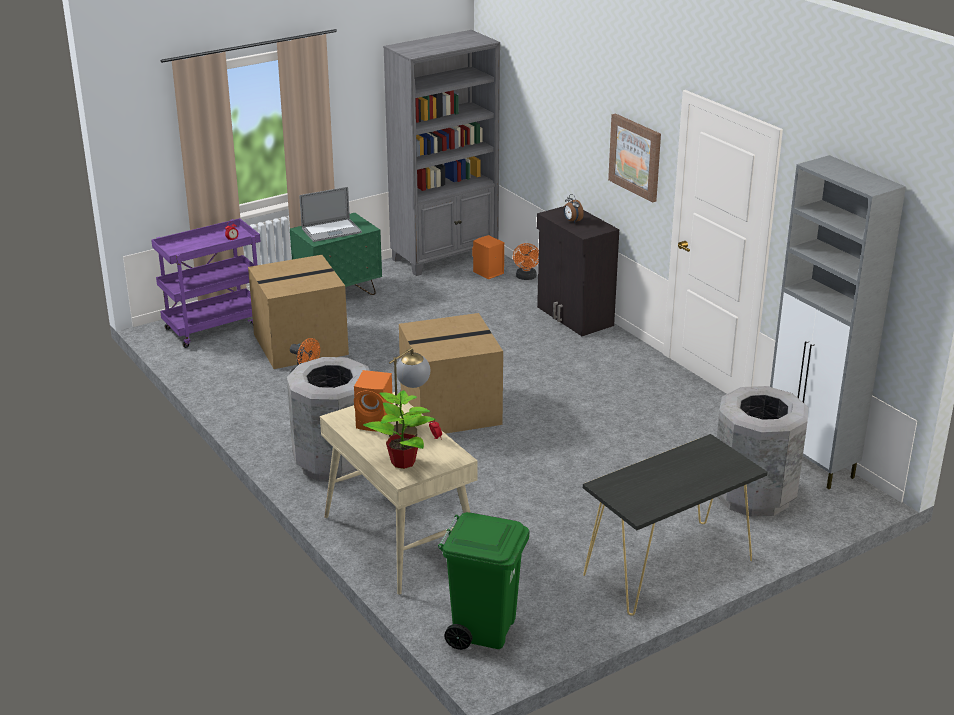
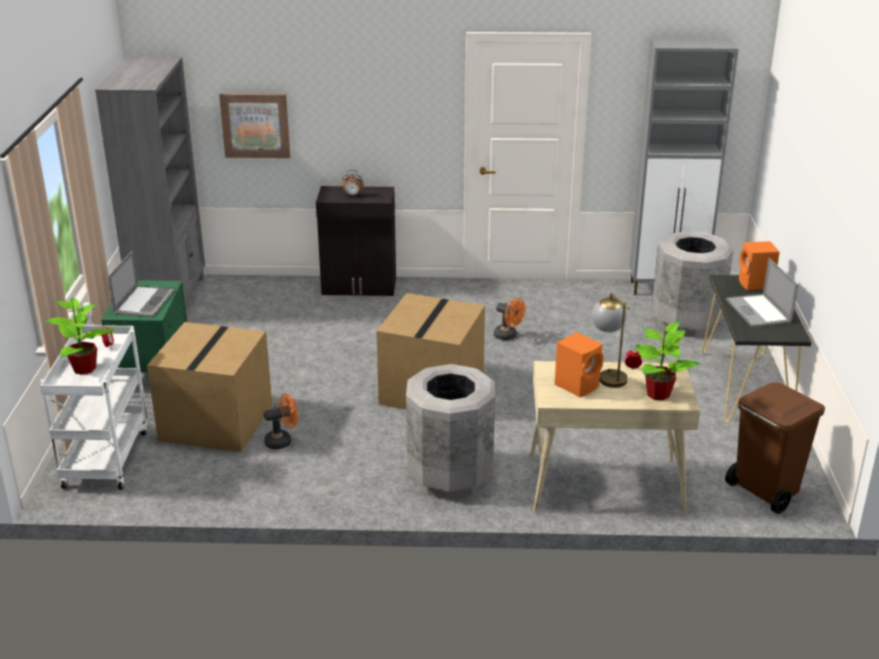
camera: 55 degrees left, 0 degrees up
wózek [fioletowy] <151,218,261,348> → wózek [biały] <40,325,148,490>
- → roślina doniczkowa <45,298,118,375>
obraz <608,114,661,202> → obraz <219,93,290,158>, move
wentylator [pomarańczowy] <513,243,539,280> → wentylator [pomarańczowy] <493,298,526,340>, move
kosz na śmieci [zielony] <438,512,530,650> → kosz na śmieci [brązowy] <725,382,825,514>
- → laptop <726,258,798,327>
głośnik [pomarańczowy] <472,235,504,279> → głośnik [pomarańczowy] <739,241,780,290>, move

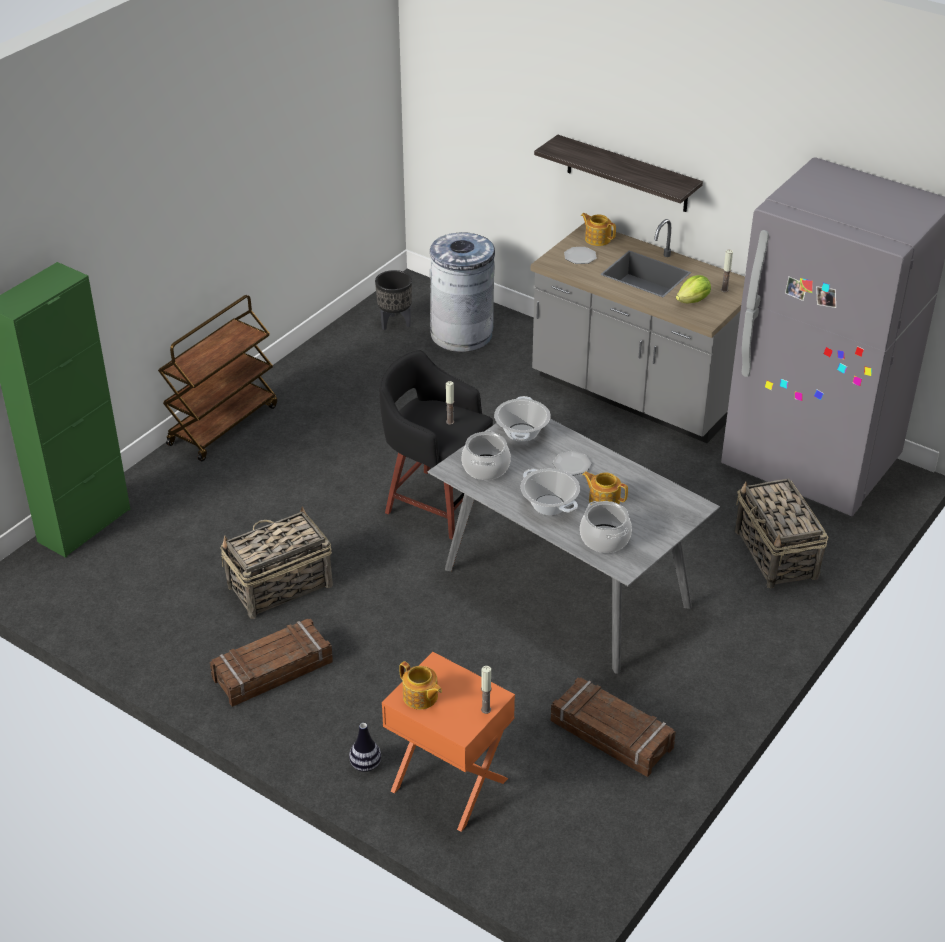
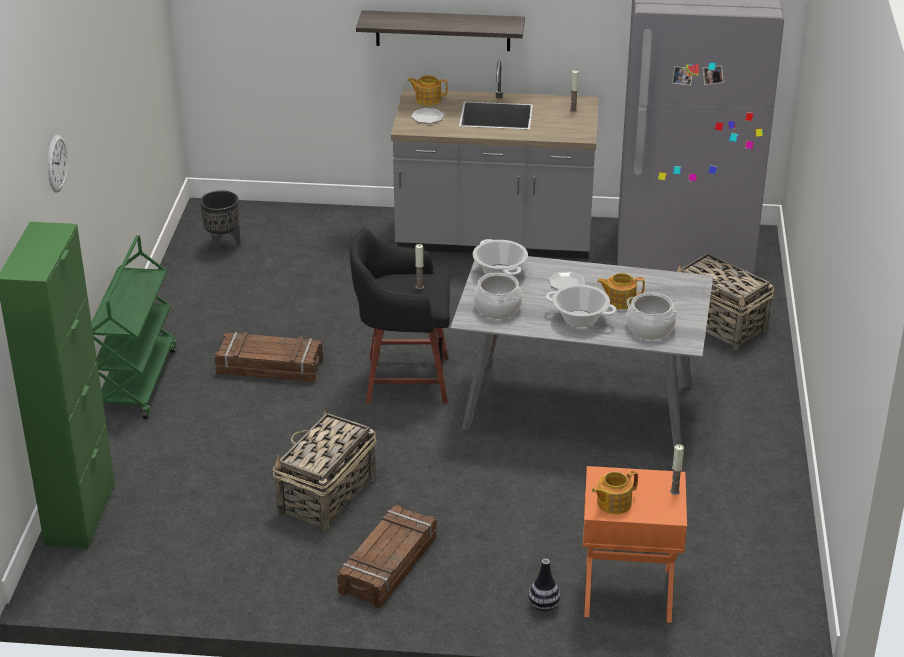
camera: 30 degrees left, 5 degrees down
- → zegar ścienny <48,134,68,193>
wózek [brązowy] <158,295,277,461> → wózek [zielony] <91,235,176,419>
skrzynka <551,678,676,777> → skrzynka <215,332,323,382>, move
imbryk <399,661,442,710> → imbryk <592,470,638,514>, 135 degrees clockwise
kosz na śmieci [szary] <430,232,495,352> → -
sałata <676,275,711,304> → -

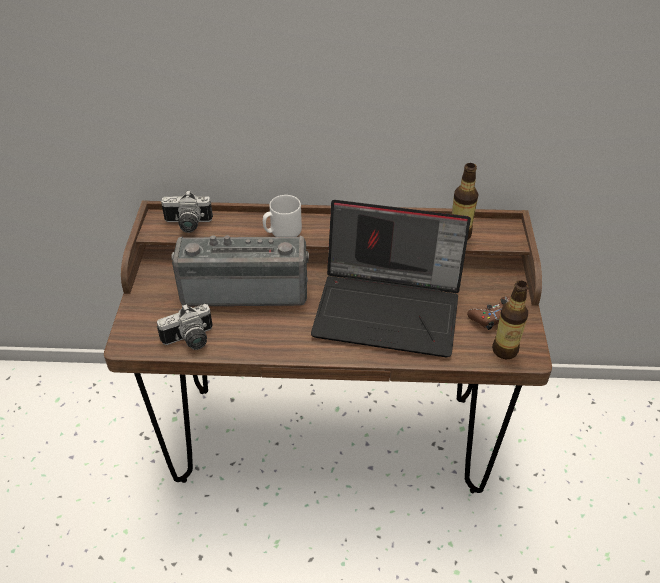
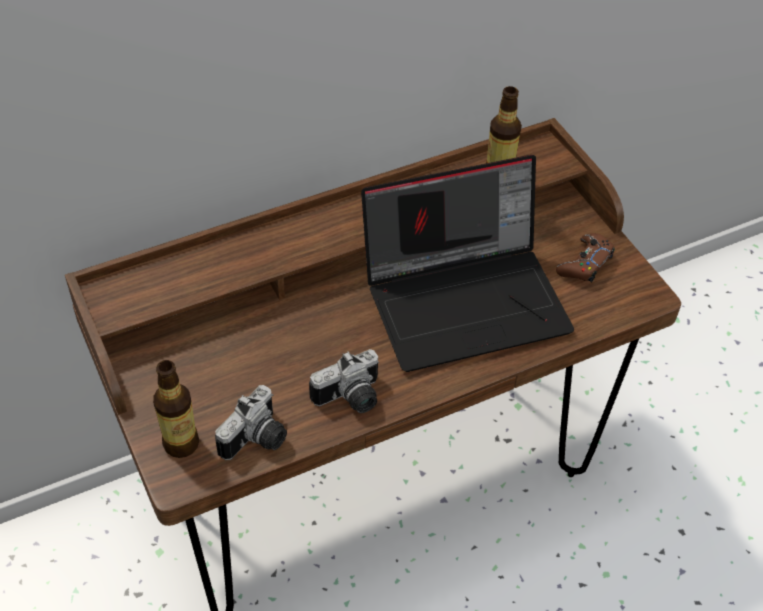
camera: 30 degrees left, 5 degrees up
butelka <492,280,528,359> → butelka <153,360,199,458>, move
aparat fotograficzny <161,190,213,233> → aparat fotograficzny <309,349,379,413>, move
radio <171,235,309,307> → -
kubek [biały] <263,195,302,237> → -

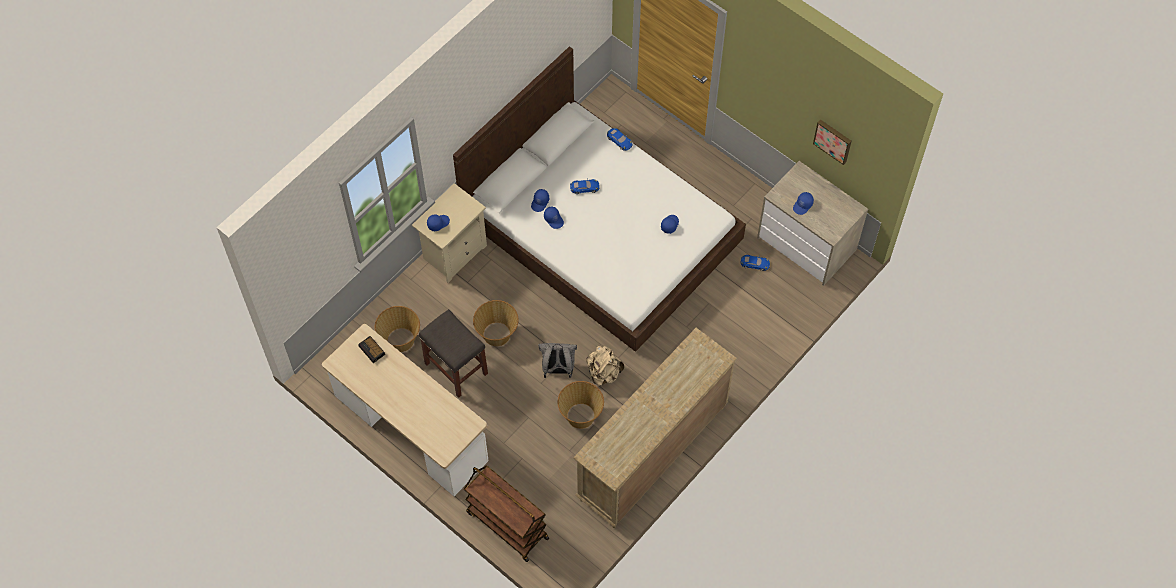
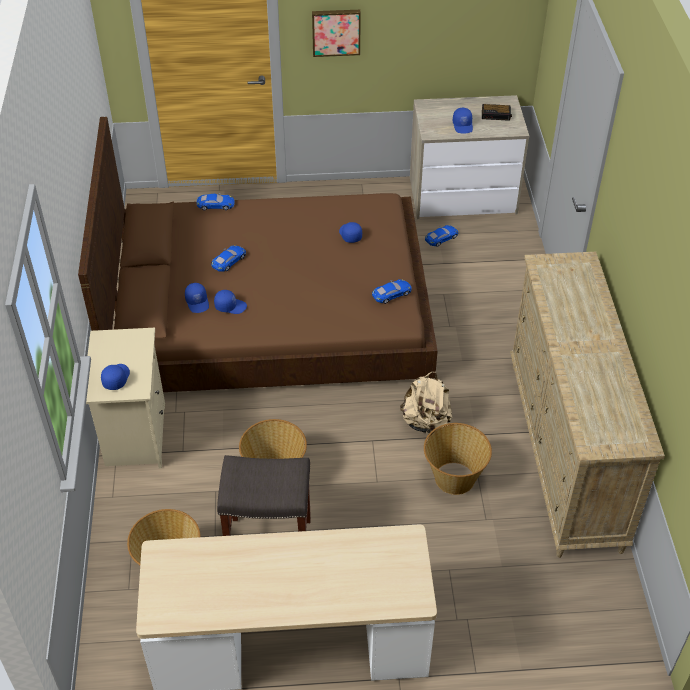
camera: 45 degrees left, 15 degrees down
łóżko [biały] <453,46,746,352> → łóżko [brązowy] <78,117,438,392>
obraz <813,119,851,165> → obraz <312,10,361,57>, move
- → samochodzik [niebieski] <372,279,412,304>
budzik <358,336,385,363> → budzik <482,104,512,121>, move
wózek [brązowy] <464,465,549,562> → -
plecak [szary] <539,343,577,378> → -

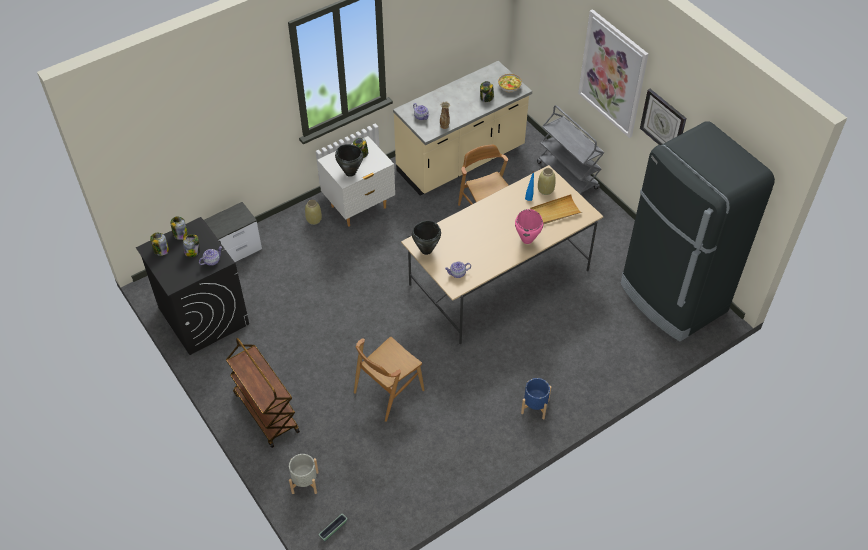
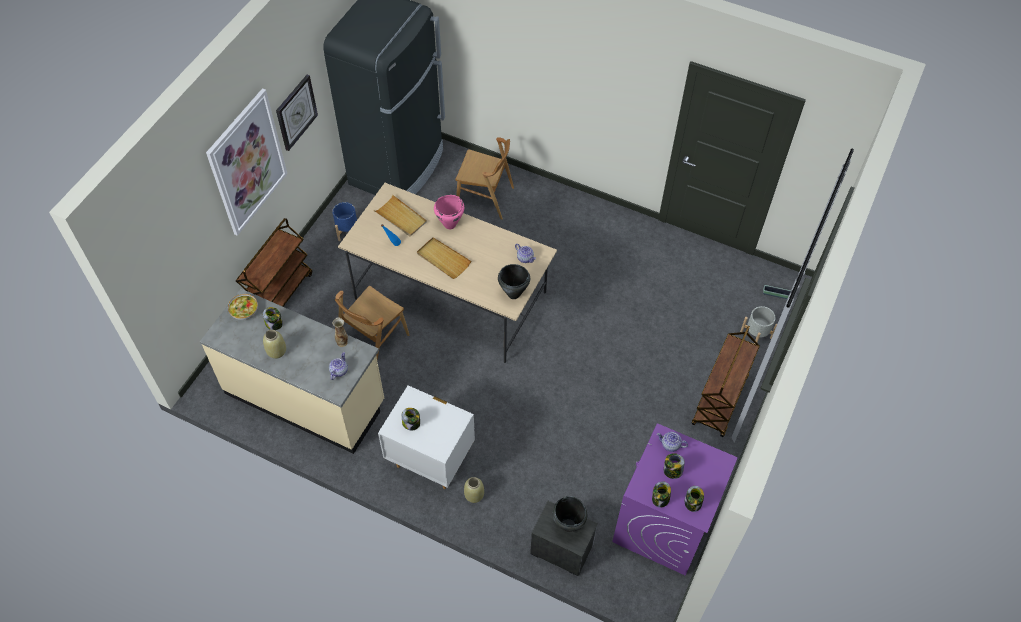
camera: 120 degrees left, 5 degrees up
wózek [szary] <537,105,604,194> → wózek [brązowy] <236,218,312,307>
wazon [beżowy] <538,168,556,195> → wazon [beżowy] <263,330,286,359>, move
donica [niebieski] <521,378,551,419> → donica [niebieski] <332,202,357,241>, move
- → taca [beżowy] <417,237,471,279>
krzesło [brązowy] <354,337,424,422> → krzesło [brązowy] <455,137,514,220>, move
garnek [czarny] <335,144,363,177> → garnek [czarny] <553,496,587,532>, move
pralka [czarny] <136,217,249,355> → pralka [fioletowy] <612,424,738,576>

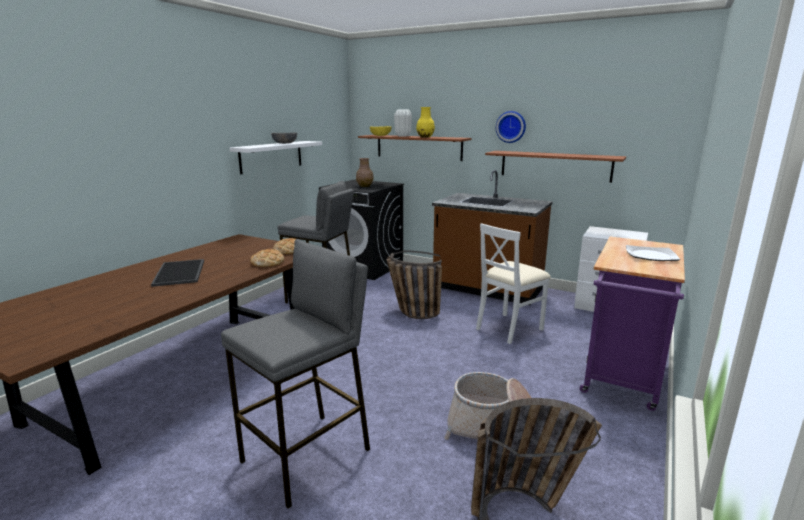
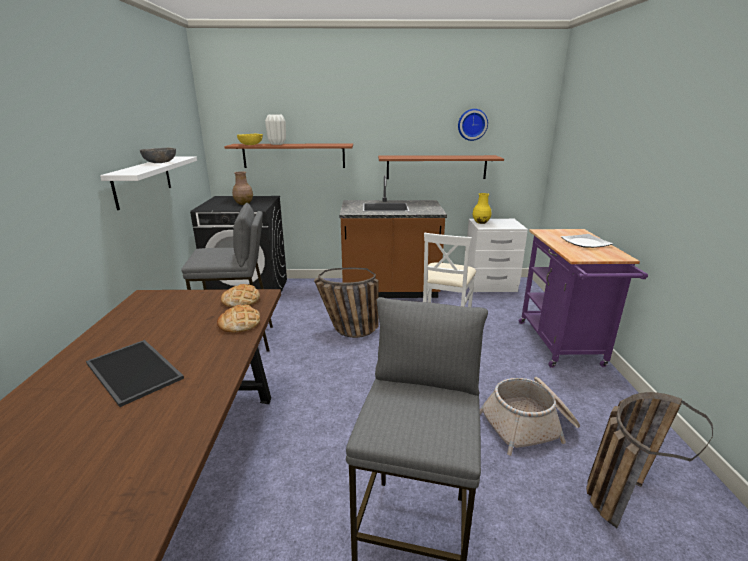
camera: 30 degrees left, 5 degrees up
zegar ścienny <496,111,526,143> → zegar ścienny <458,109,488,141>, move
wazon [żółty] <416,107,435,138> → wazon [żółty] <473,193,491,224>, move

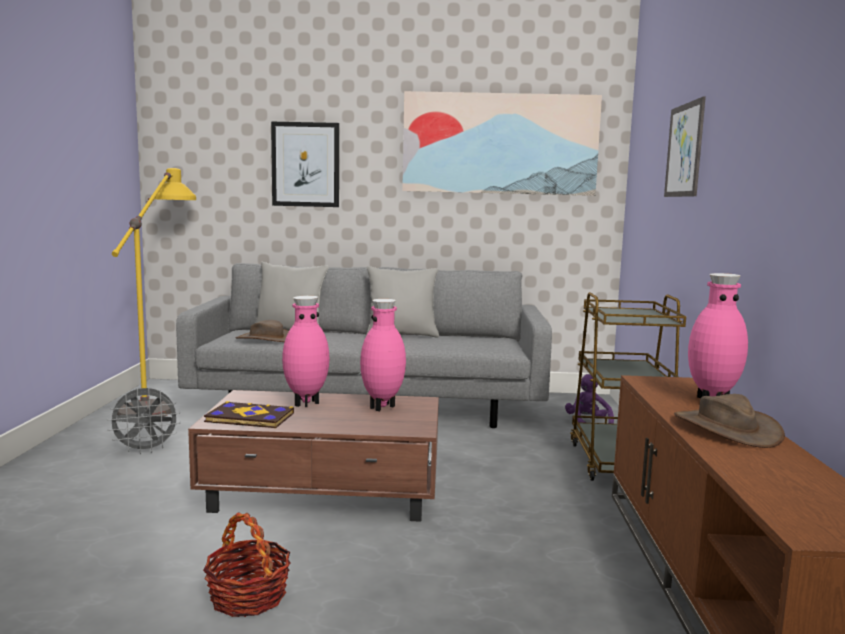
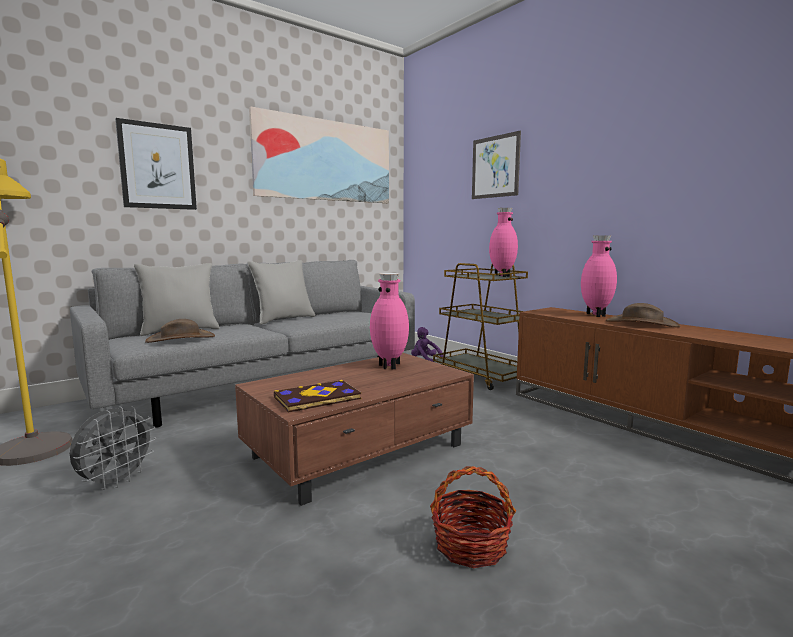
camera: 40 degrees left, 0 degrees up
wazon [różowy] <282,296,329,407> → wazon [różowy] <489,208,518,277>, move

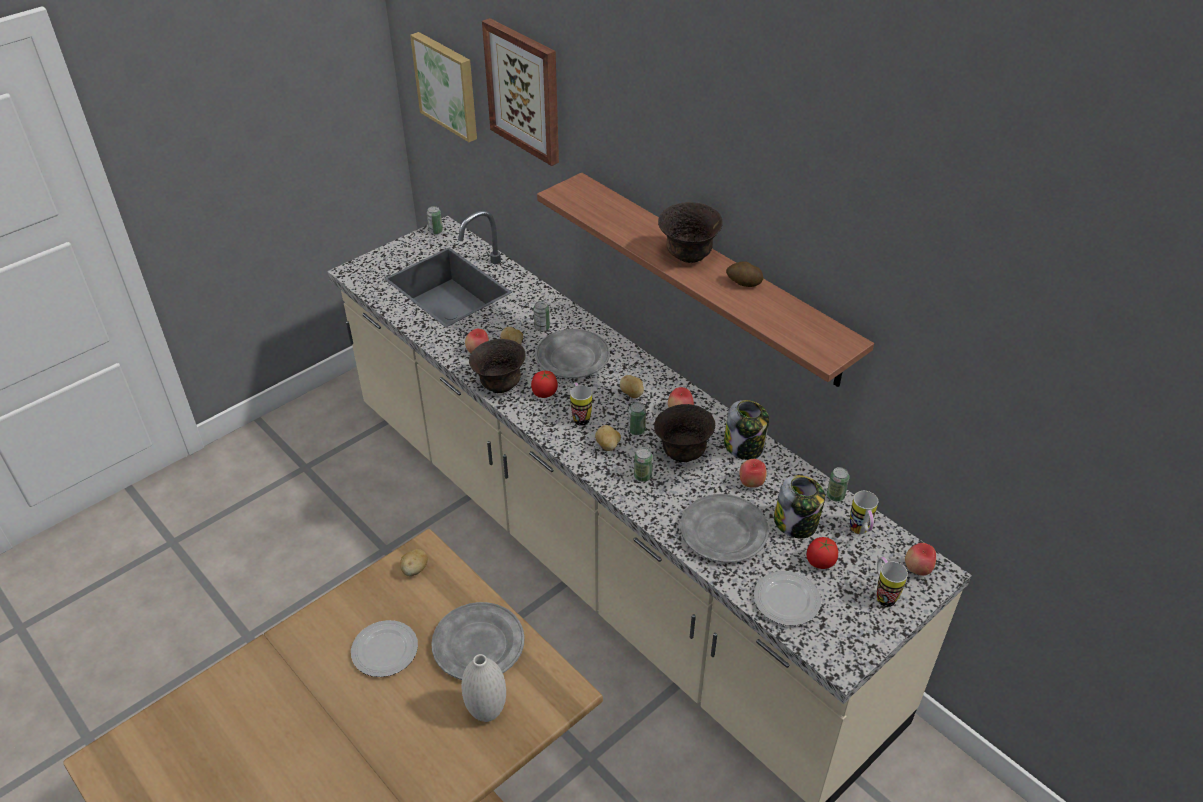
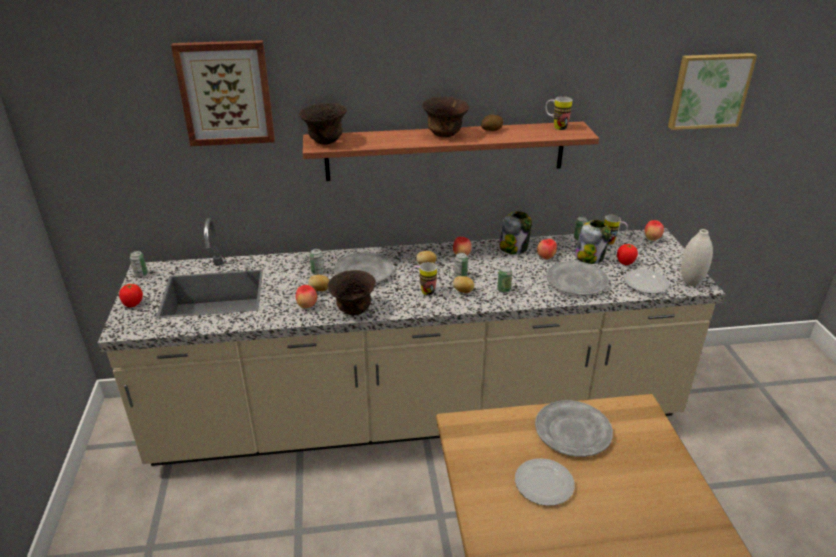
camera: 55 degrees left, 10 degrees down
pomidor <531,371,558,398> → pomidor <119,284,143,307>, move
miska [brązowy] <654,404,715,462> → miska [brązowy] <299,103,347,145>, move
kubek <877,557,908,607> → kubek <546,96,572,130>, move
obraz <410,32,477,142> → obraz <668,53,757,130>, move
wazon [biały] <461,654,506,722> → wazon [biały] <681,229,713,286>, move
ziemniak <400,549,428,576> → -

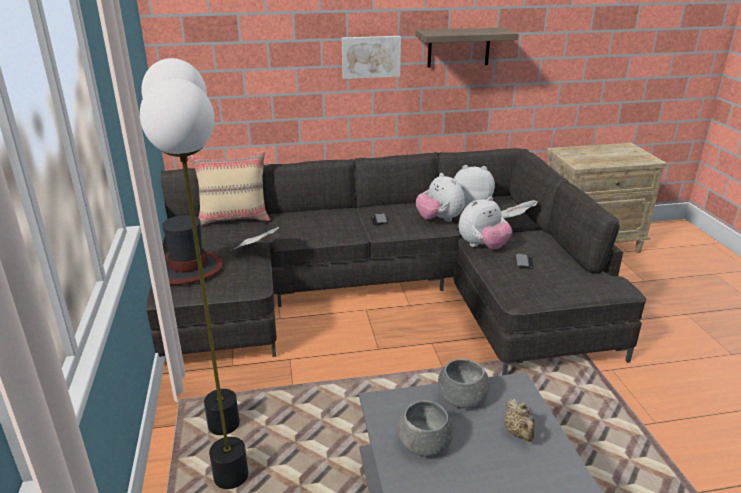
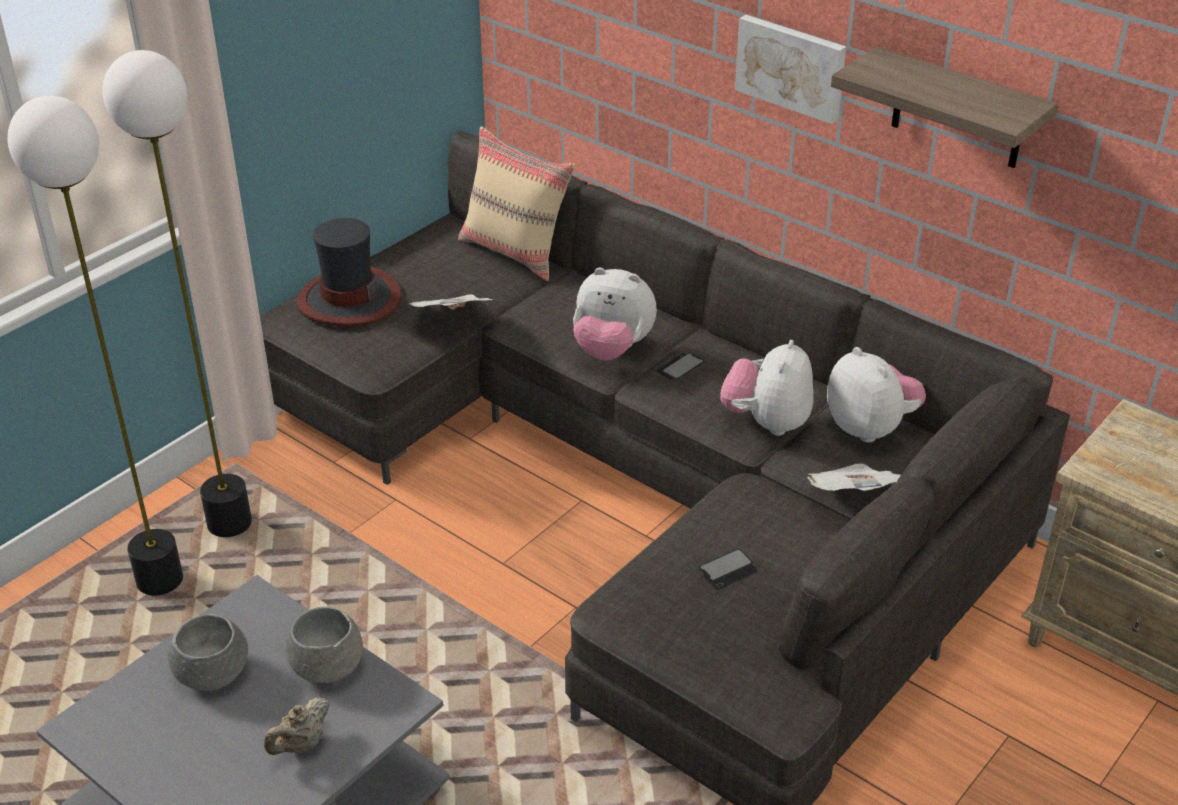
camera: 50 degrees right, 10 degrees up
pluszak <459,196,512,250> → pluszak <573,267,657,361>, move

